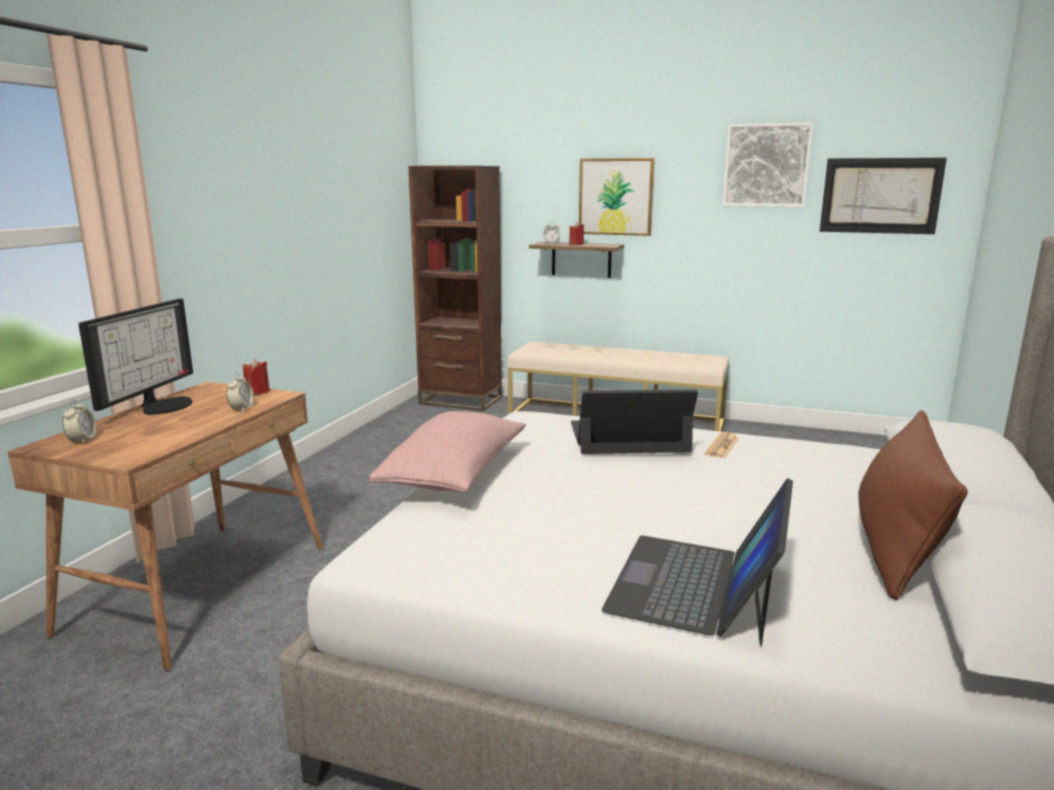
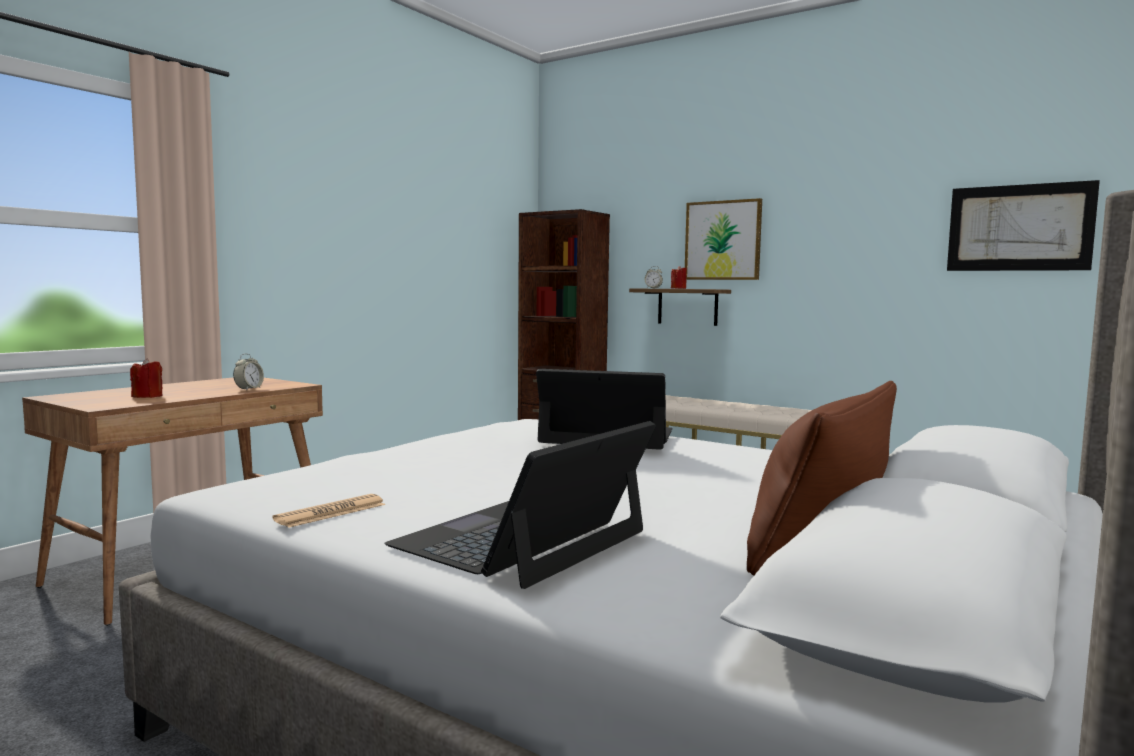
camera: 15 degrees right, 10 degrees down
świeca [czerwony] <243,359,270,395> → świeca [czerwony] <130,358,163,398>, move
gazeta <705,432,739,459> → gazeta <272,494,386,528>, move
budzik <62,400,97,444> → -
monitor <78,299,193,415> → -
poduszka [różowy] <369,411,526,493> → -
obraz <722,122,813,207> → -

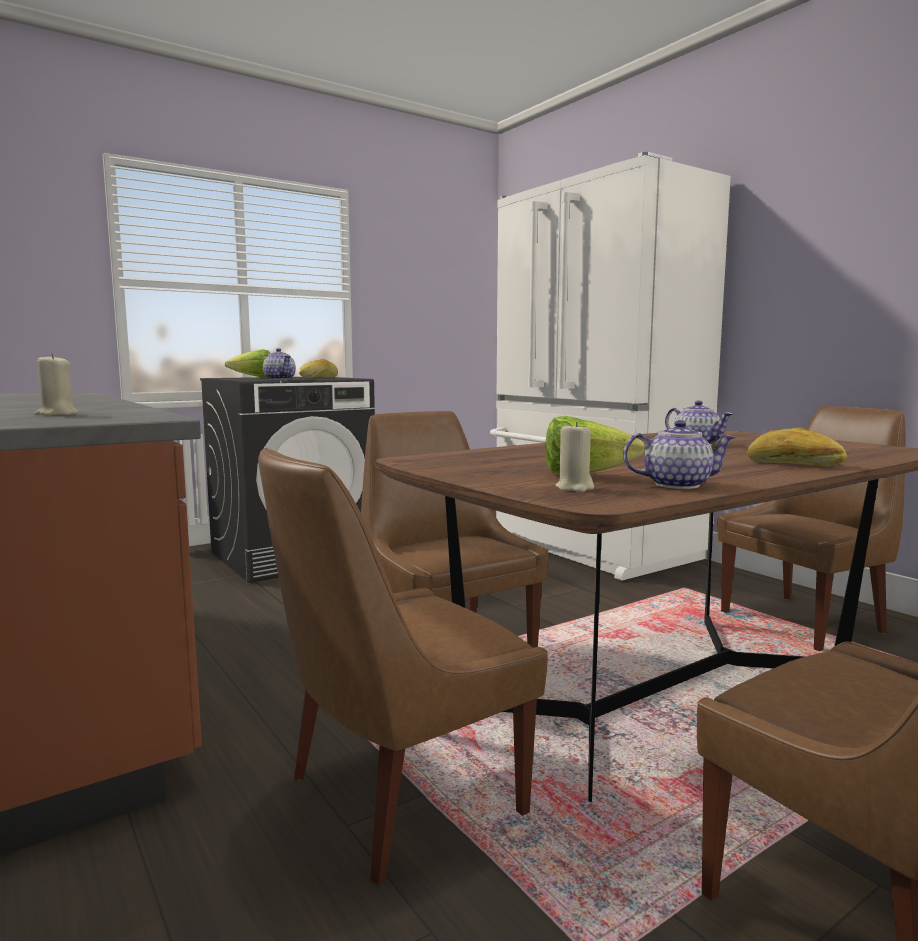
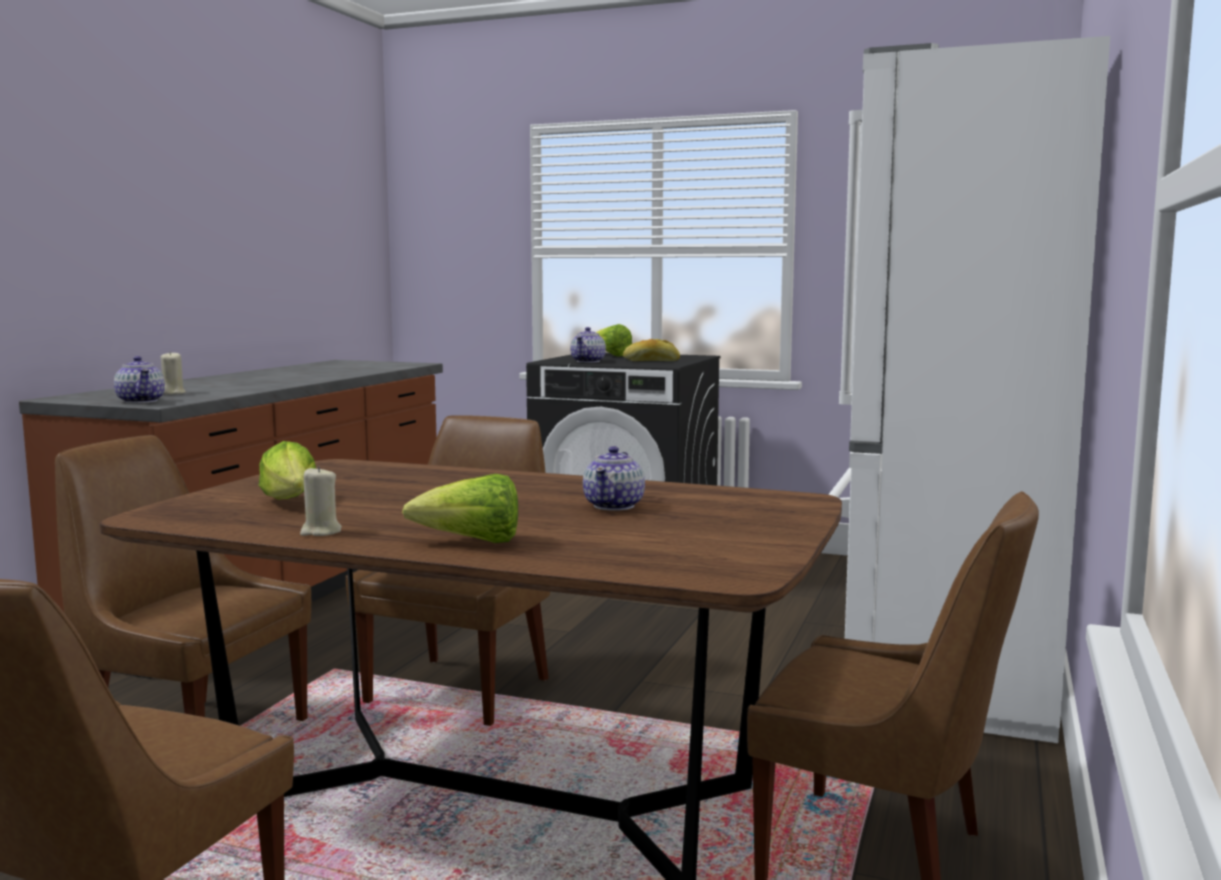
camera: 55 degrees right, 0 degrees up
imbryk <623,420,736,489> → imbryk <114,356,165,403>, move
świeca [beżowy] <555,422,594,492> → świeca [beżowy] <300,466,342,536>, move
chleb <747,427,847,466> → sałata <402,474,518,543>

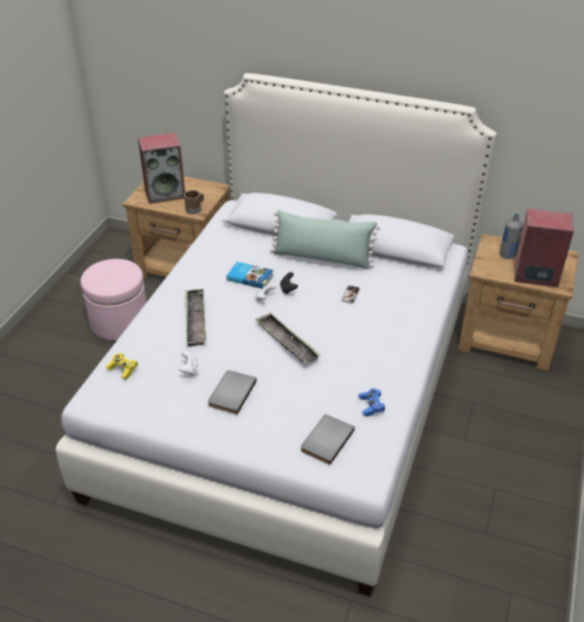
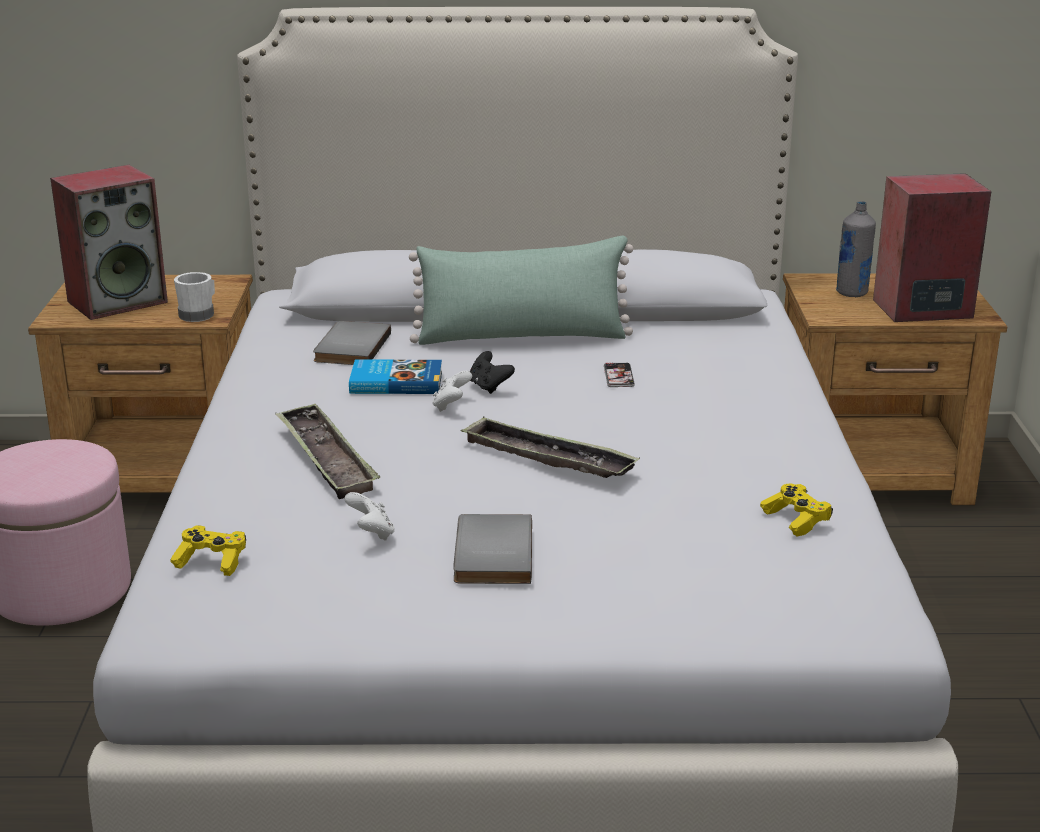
camera: 20 degrees left, 15 degrees down
kubek [brązowy] <184,190,204,214> → kubek [biały] <174,272,215,322>
książka [szary] <301,415,355,465> → książka [szary] <313,321,391,365>, move
pad do gier [niebieski] <359,388,385,417> → pad do gier [żółty] <760,484,833,537>

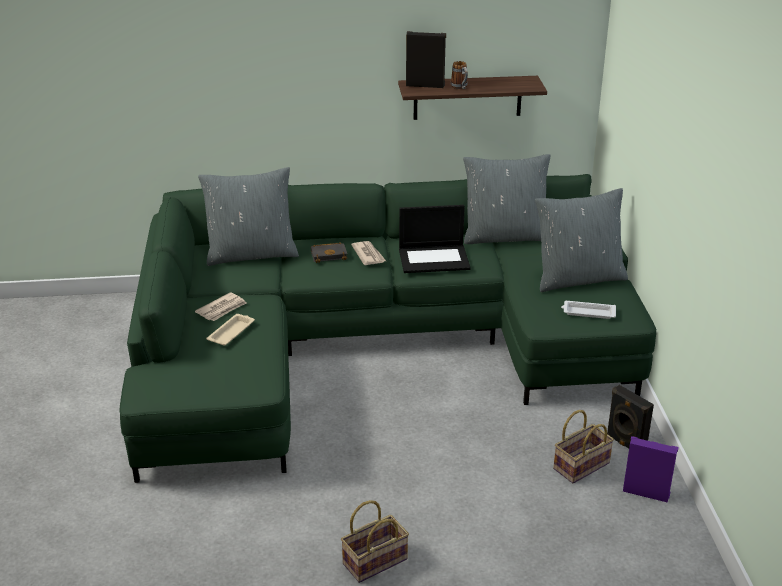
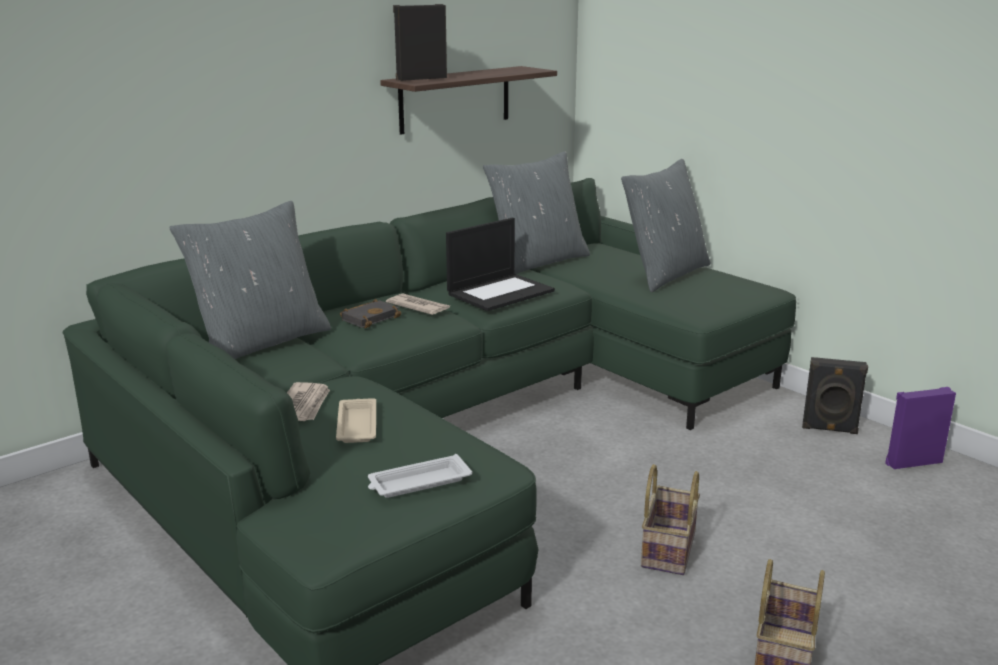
camera: 35 degrees left, 10 degrees down
taca [biały] <561,301,616,319> → taca [biały] <368,454,472,498>, move
koszyk <553,410,614,483> → koszyk <641,464,700,575>, move
kubek <451,61,468,89> → -

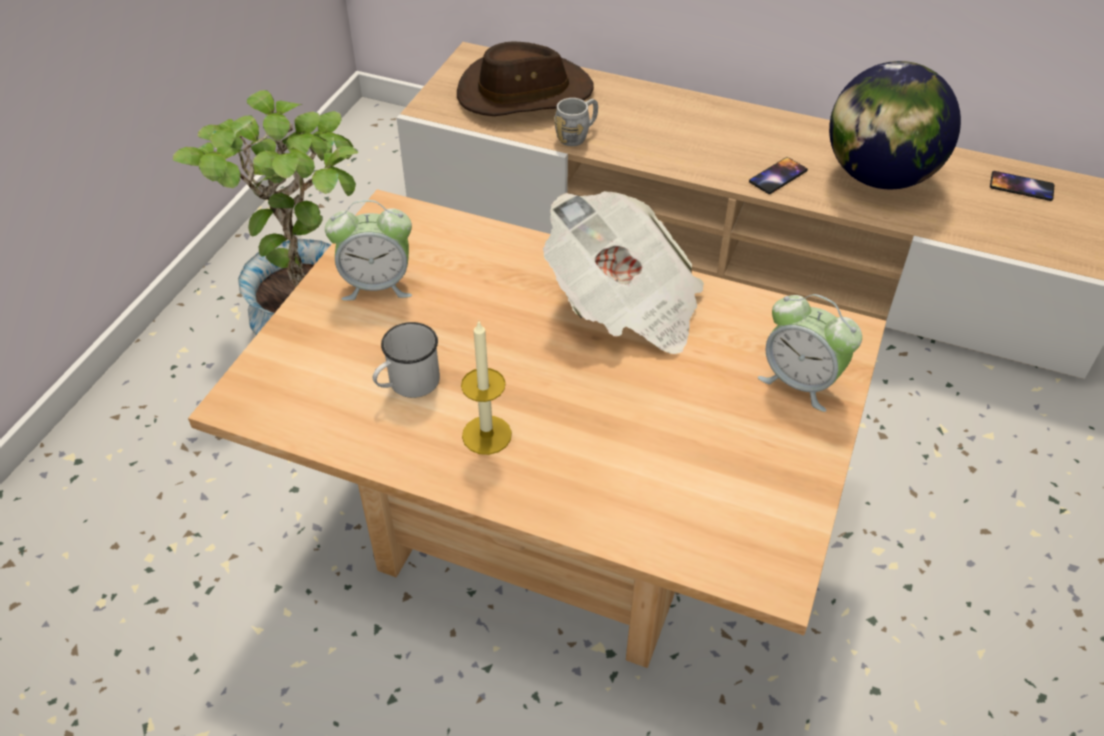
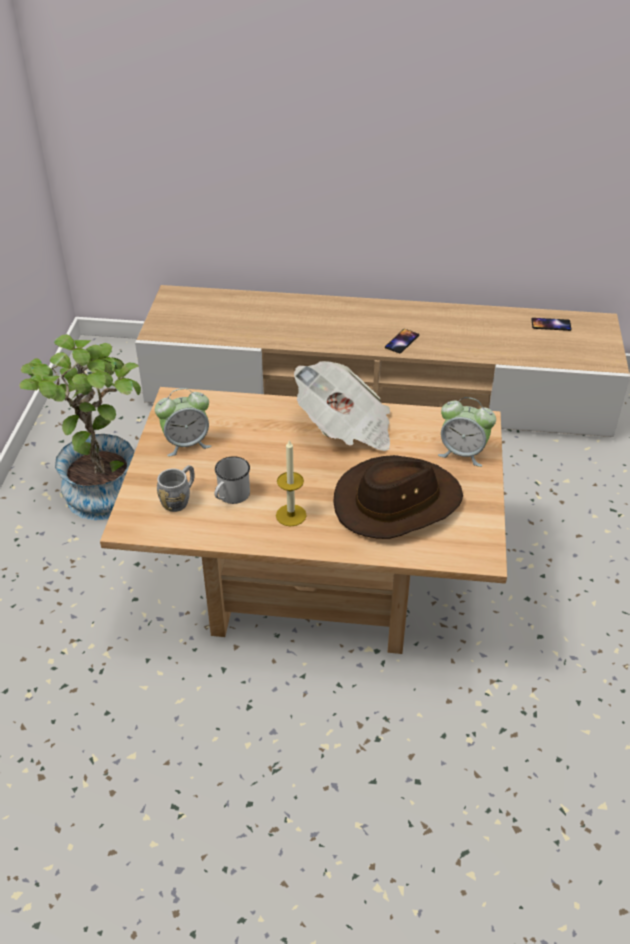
camera: 15 degrees left, 5 degrees down
kubek [szary] <554,98,598,146> → kubek [szary] <157,465,195,512>, move
kapelusz [brązowy] <457,41,594,116> → kapelusz [brązowy] <333,455,463,539>, move
globus <829,61,961,189> → -

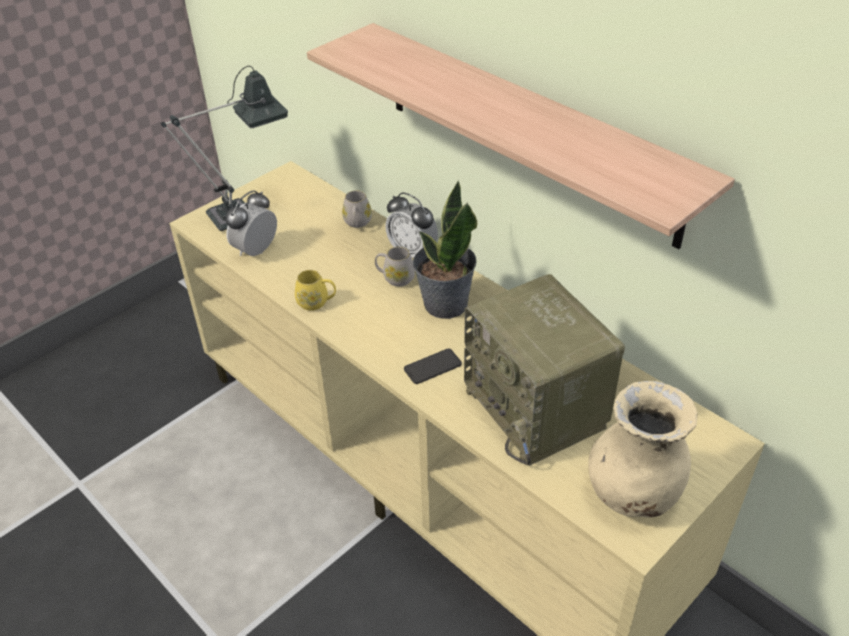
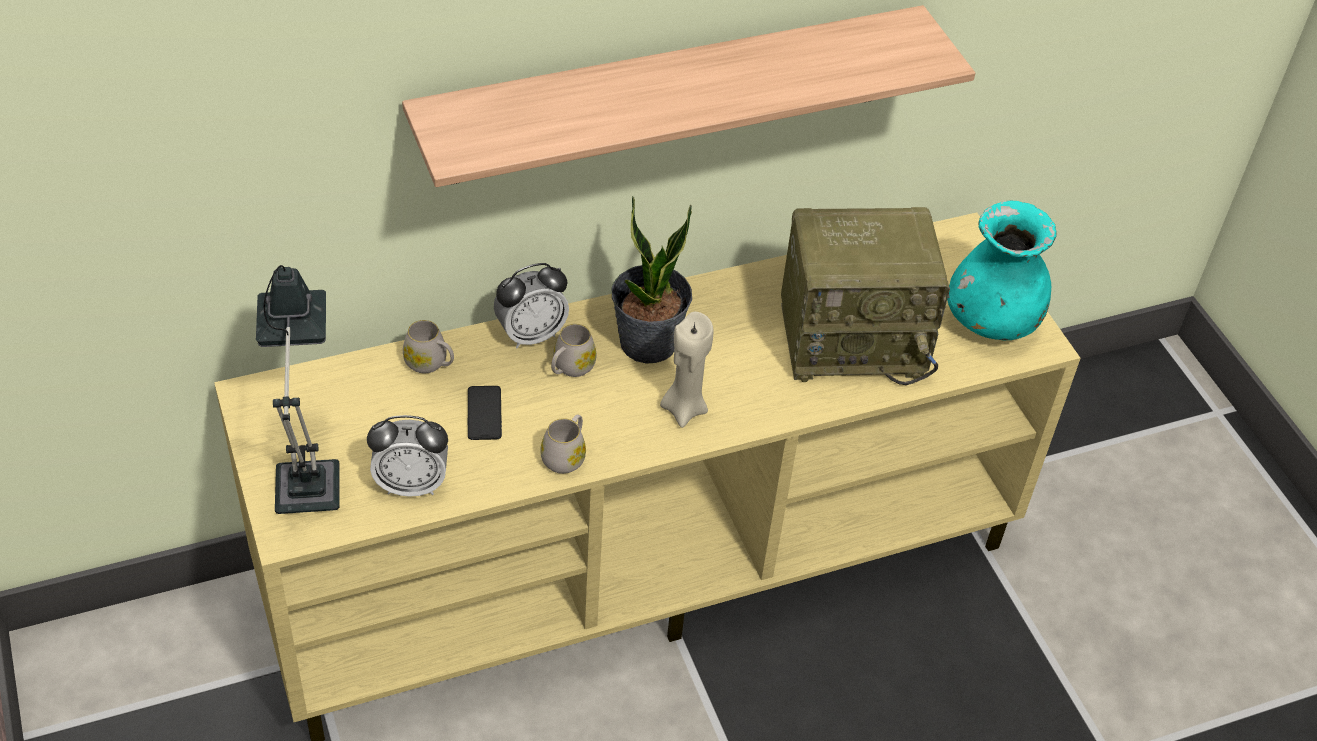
camera: 70 degrees left, 5 degrees up
budzik <226,190,277,256> → budzik <367,415,448,497>, 60 degrees counterclockwise
telefon <404,349,462,384> → telefon <468,386,502,440>, move
kubek [żółty] <295,270,336,311> → kubek [biały] <540,414,586,474>
- → świeca [beżowy] <660,312,713,428>
wazon [beżowy] <588,381,698,518> → wazon [turkusowy] <947,201,1057,340>

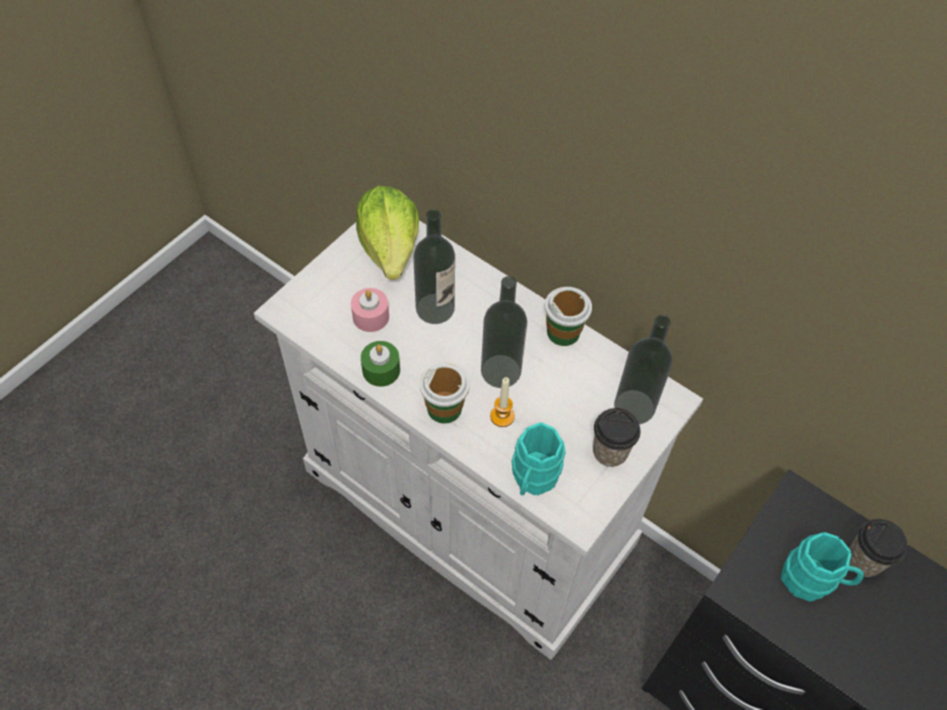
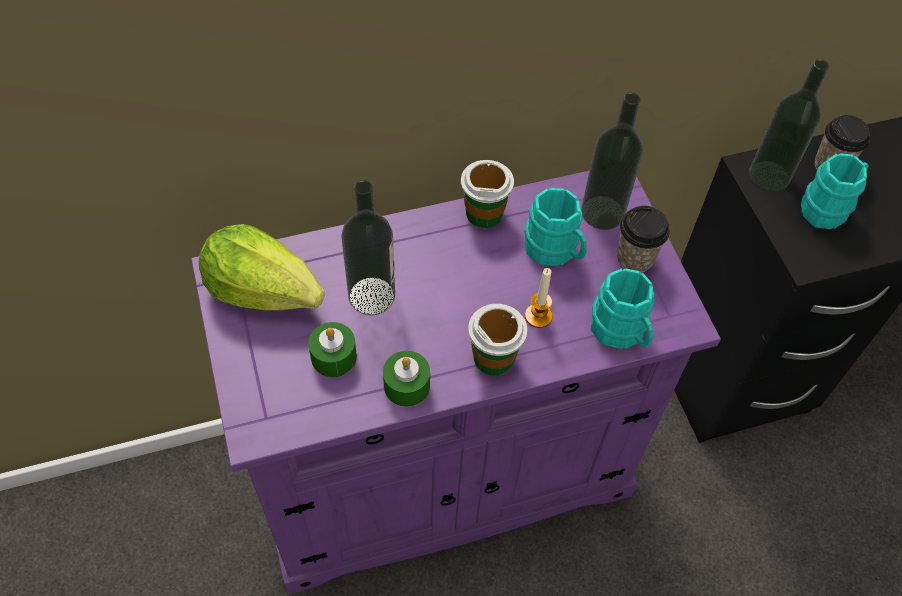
camera: 55 degrees left, 0 degrees up
szafka [biały] <254,220,703,660> → szafka [fioletowy] <191,171,721,594>
świeca [różowy] <351,288,389,332> → świeca [zielony] <308,322,357,377>
- → kubek [turkusowy] <524,188,587,266>
butelka <481,276,527,388> → butelka <749,59,829,192>, move

